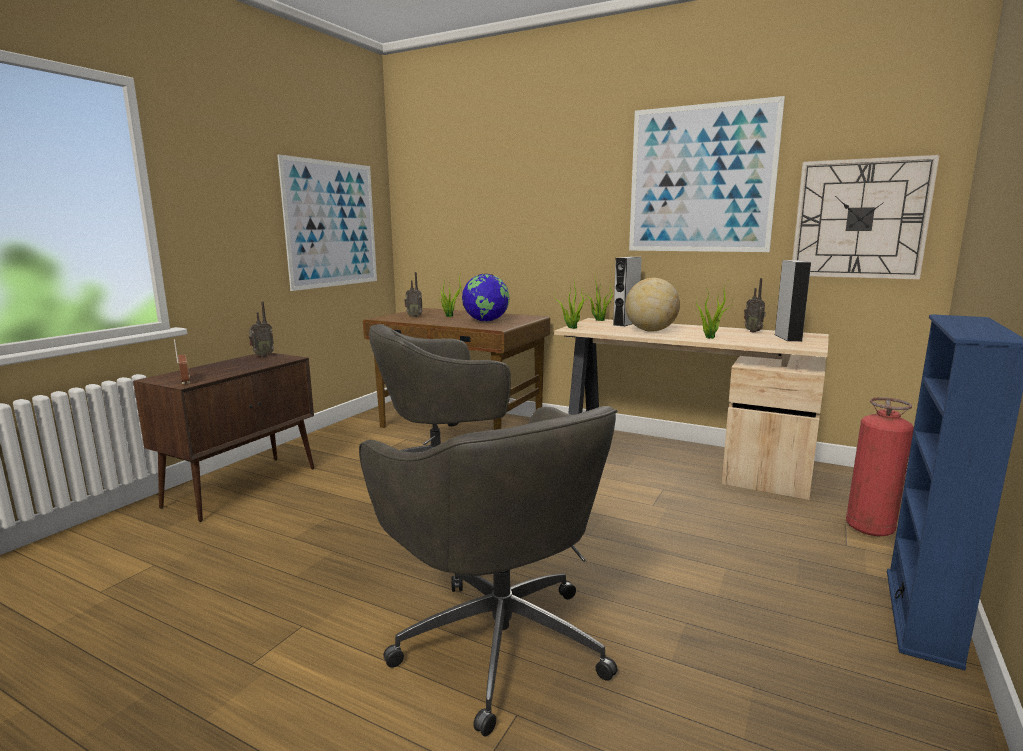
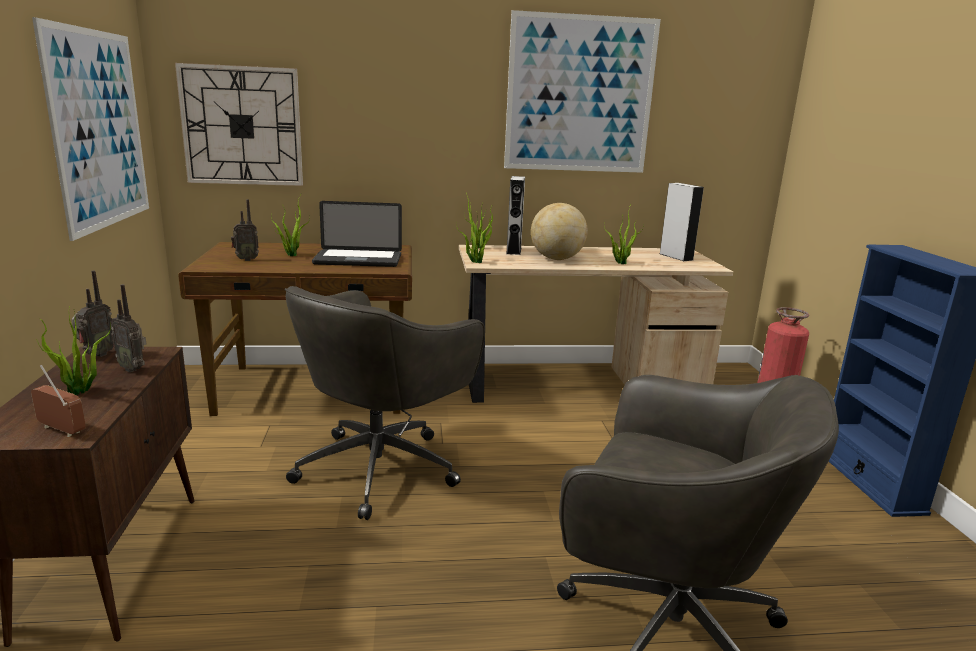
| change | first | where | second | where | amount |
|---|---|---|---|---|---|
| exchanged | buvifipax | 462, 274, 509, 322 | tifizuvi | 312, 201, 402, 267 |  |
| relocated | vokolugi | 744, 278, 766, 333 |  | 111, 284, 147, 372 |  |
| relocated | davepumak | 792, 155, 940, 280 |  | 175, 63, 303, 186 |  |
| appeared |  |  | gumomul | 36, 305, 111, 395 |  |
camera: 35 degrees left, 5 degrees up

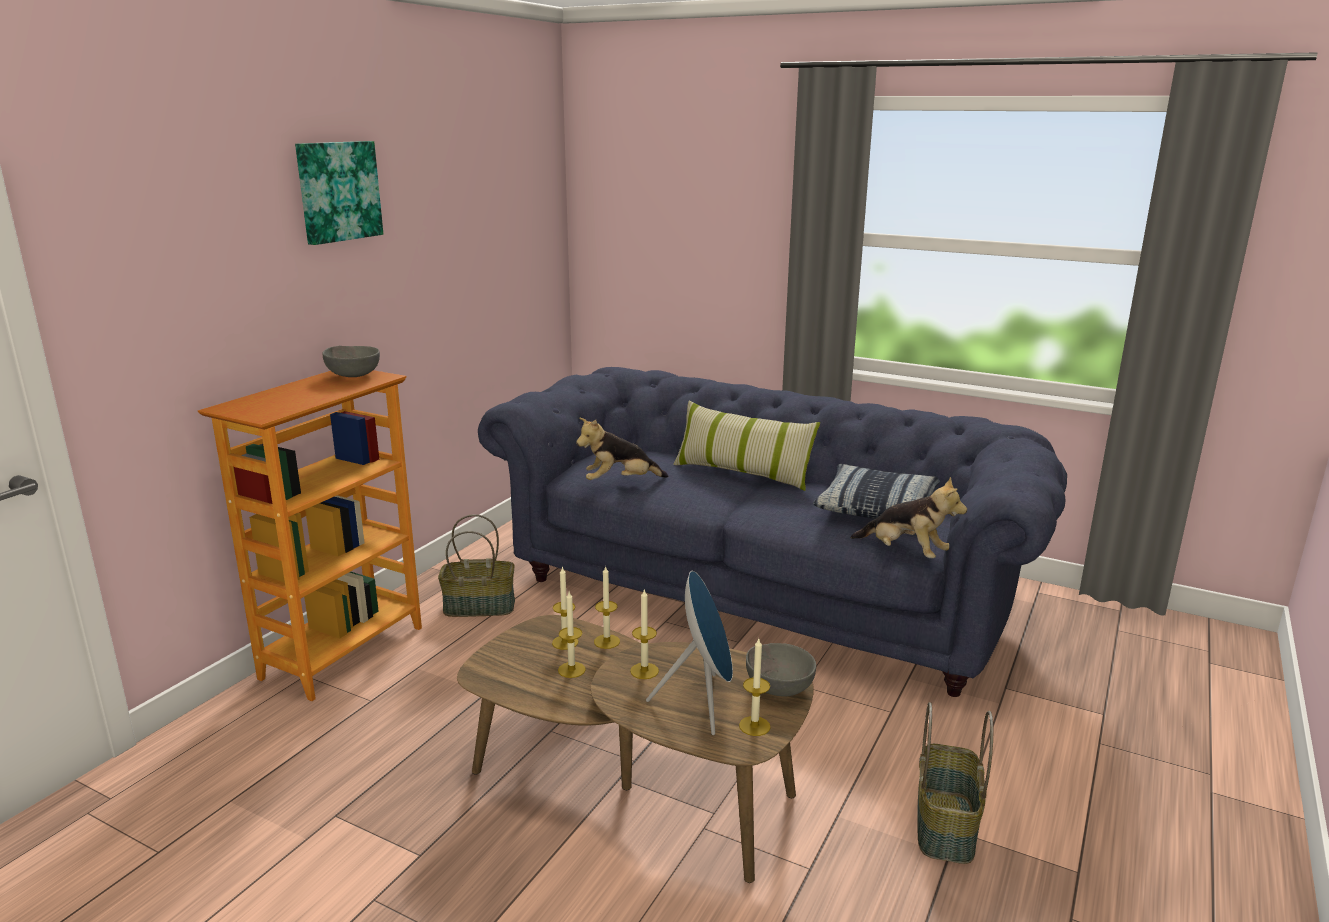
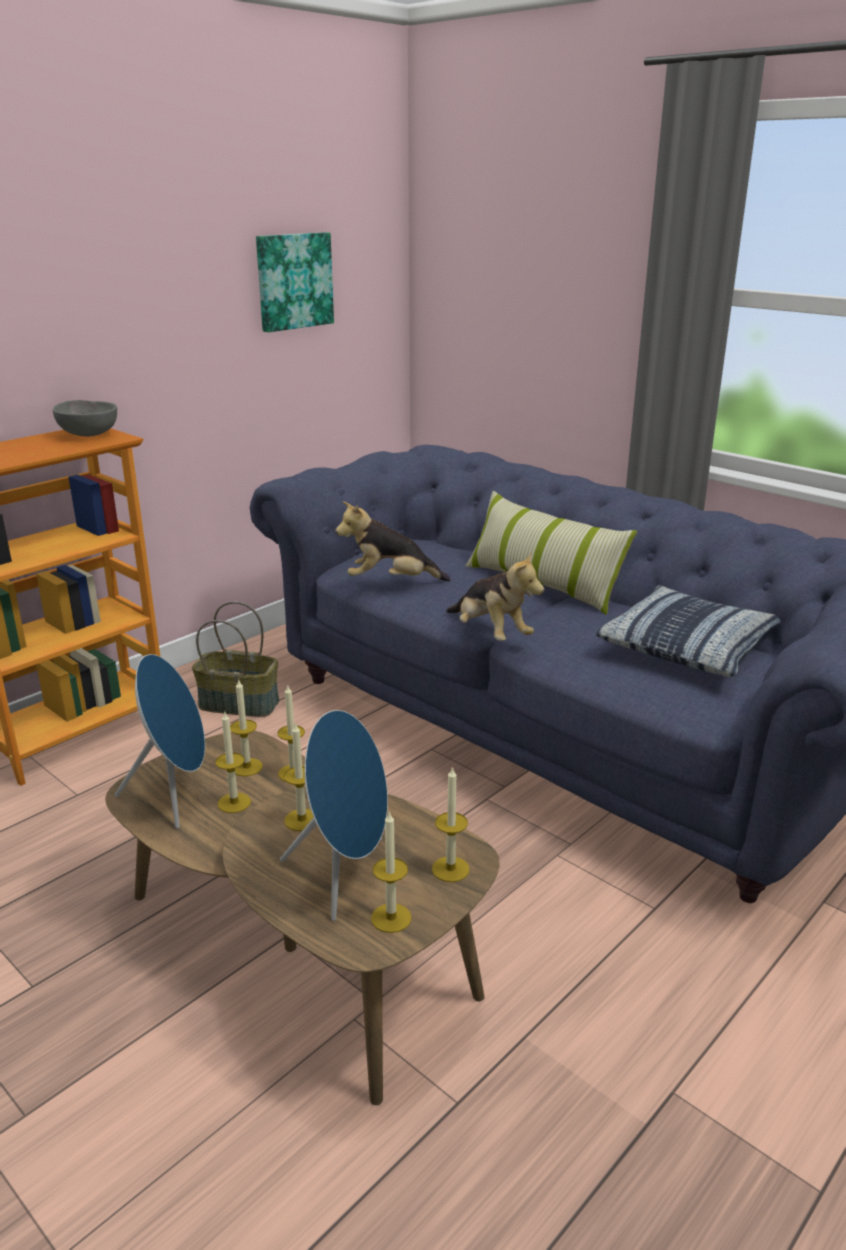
| change | first | where | second | where | amount |
|---|---|---|---|---|---|
| relocated | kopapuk | 295, 141, 383, 245 |  | 256, 232, 334, 332 |  |
| exchanged | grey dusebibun | 746, 643, 816, 697 | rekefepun | 432, 766, 470, 882 |  |
| relocated | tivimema | 850, 477, 967, 558 |  | 446, 551, 544, 641 |  |
| missing | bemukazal | 917, 702, 993, 864 |  |  |  |
| appeared |  |  | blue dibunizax | 115, 654, 205, 829 |  |
camera: 15 degrees right, 5 degrees up

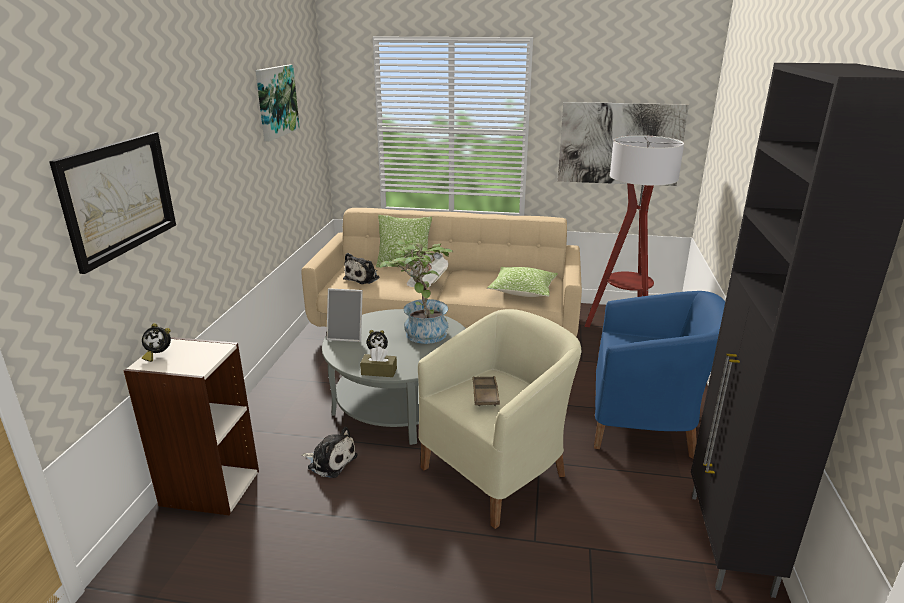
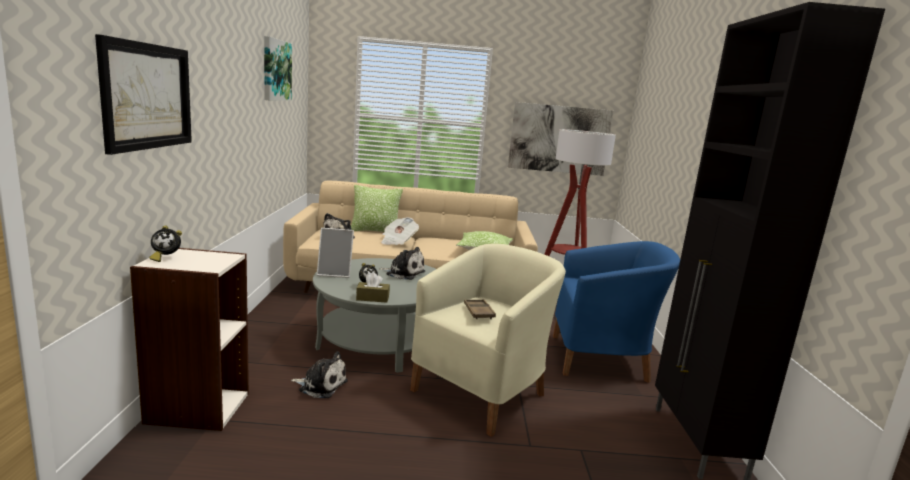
| change | first | where | second | where | amount |
|---|---|---|---|---|---|
| exchanged | gumomul | 380, 239, 453, 344 | tivimema | 380, 247, 425, 280 |  |
camera: 10 degrees left, 10 degrees down

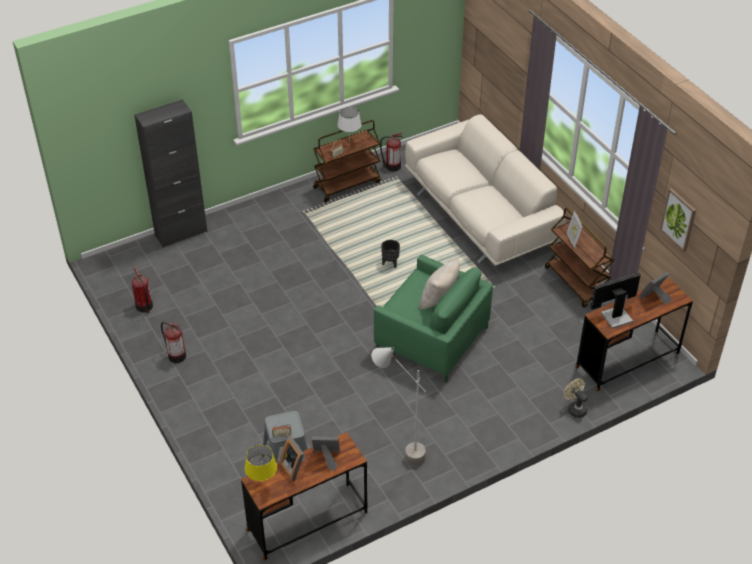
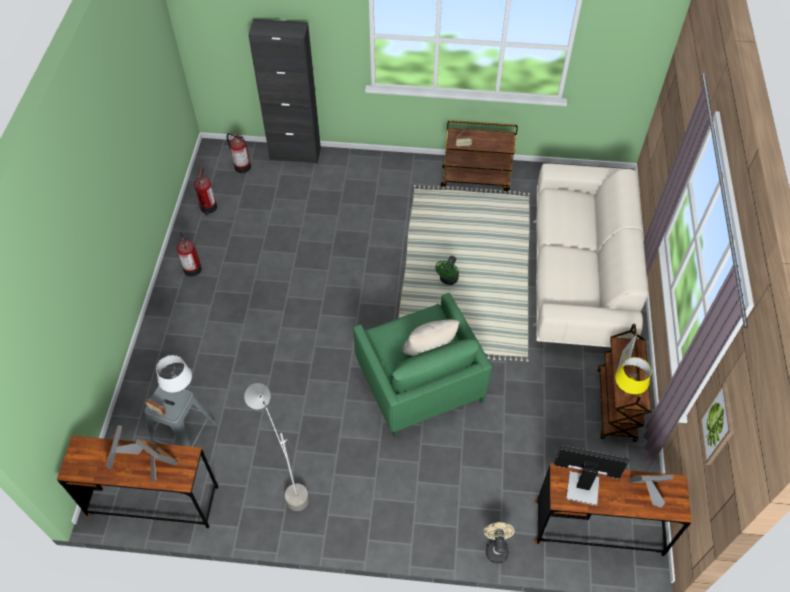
| change | first | where | second | where | amount |
|---|---|---|---|---|---|
| relocated | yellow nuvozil | 245, 445, 277, 484 |  | 615, 357, 651, 394 |  |
| relocated | white nuvozil | 337, 107, 361, 137 |  | 156, 355, 192, 393 |  |
| relocated | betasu | 380, 132, 404, 172 |  | 227, 133, 251, 173 |  |
| exchanged | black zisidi | 381, 240, 400, 268 | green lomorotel | 435, 256, 459, 285 |  |
camera: 35 degrees right, 10 degrees up

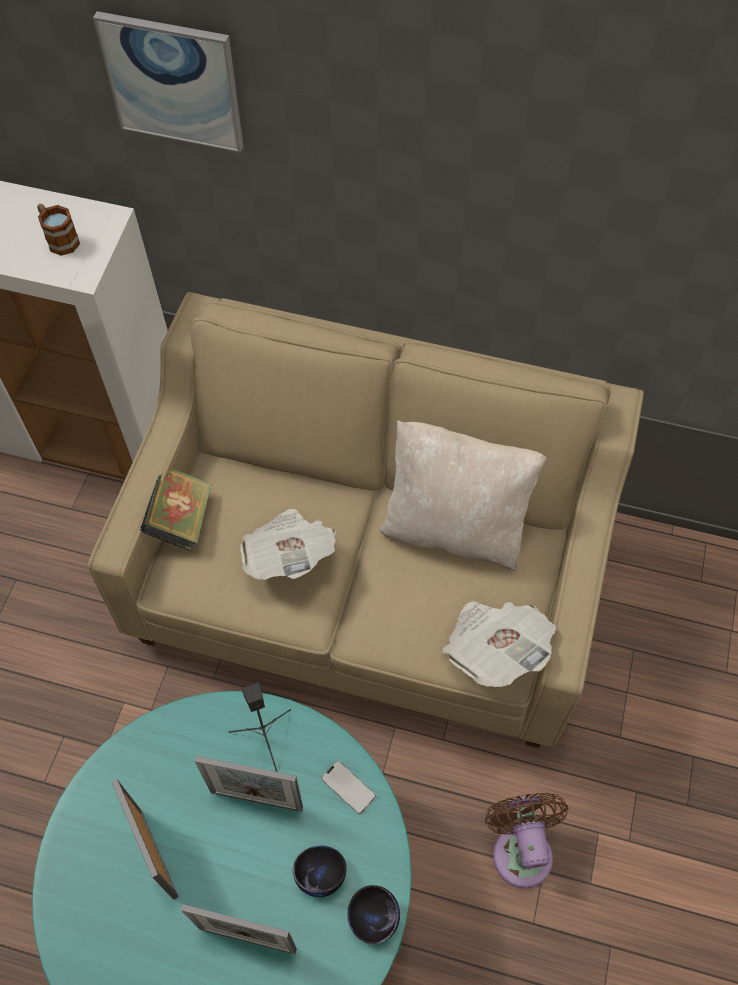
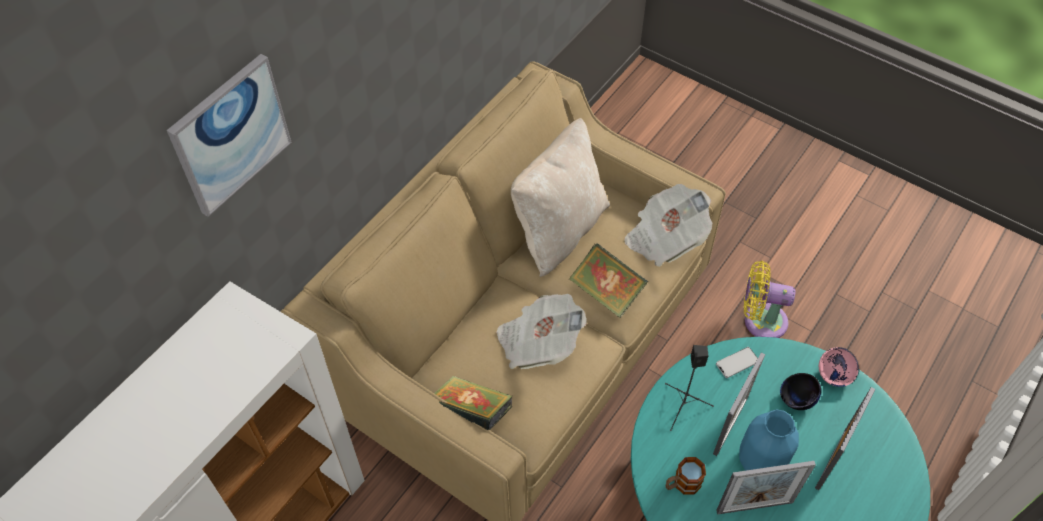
| change | first | where | second | where | amount |
|---|---|---|---|---|---|
| relocated | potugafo | 37, 204, 80, 256 |  | 666, 457, 706, 494 |  |
| colour | black dusebibun | 347, 885, 400, 944 | pink dusebibun | 819, 347, 859, 387 |  |
| colour | brown lomorotel | 484, 793, 569, 888 | yellow lomorotel | 744, 261, 795, 338 |  |
| appeared |  |  | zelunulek | 569, 243, 648, 318 |  |
| appeared |  |  | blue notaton | 739, 410, 799, 471 |  |
camera: 70 degrees left, 5 degrees down

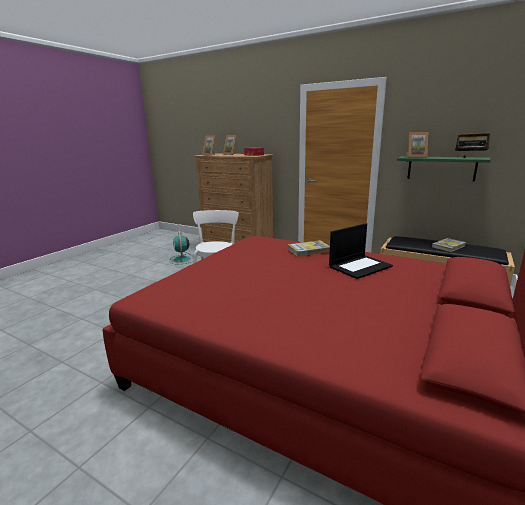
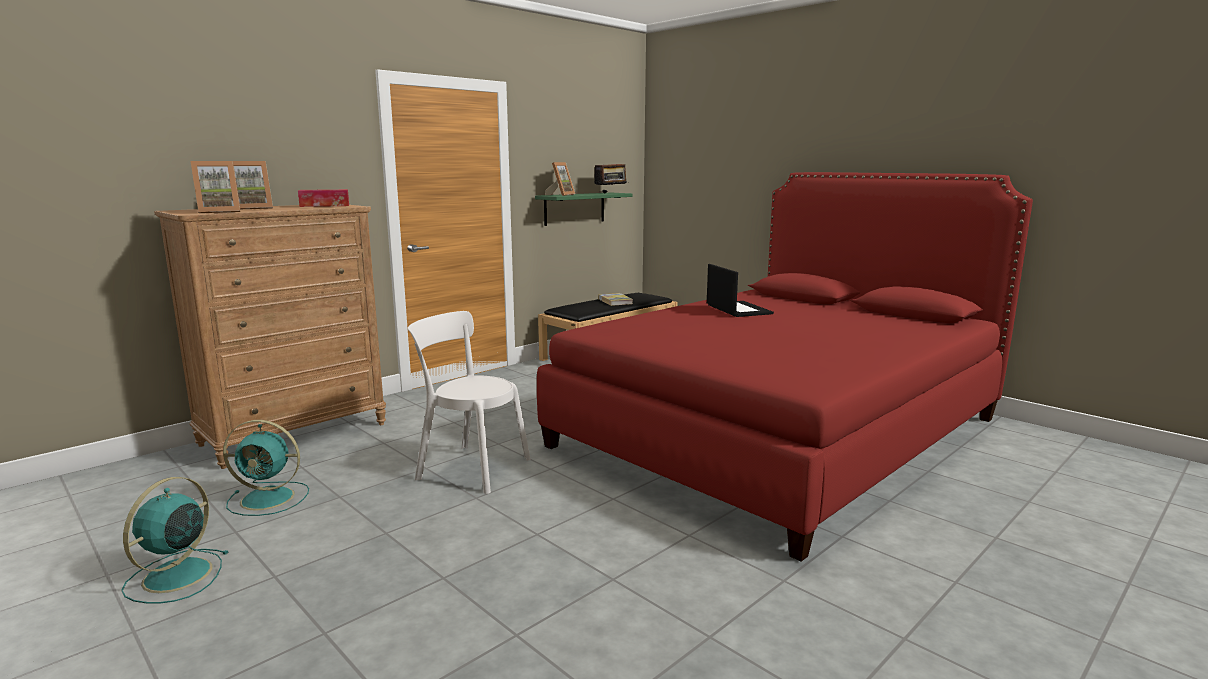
| change | first | where | second | where | amount |
|---|---|---|---|---|---|
| missing | zelunulek | 288, 240, 330, 257 |  |  |  |
| appeared |  |  | turquoise lomorotel | 121, 477, 228, 603 |  |
camera: 75 degrees left, 5 degrees down

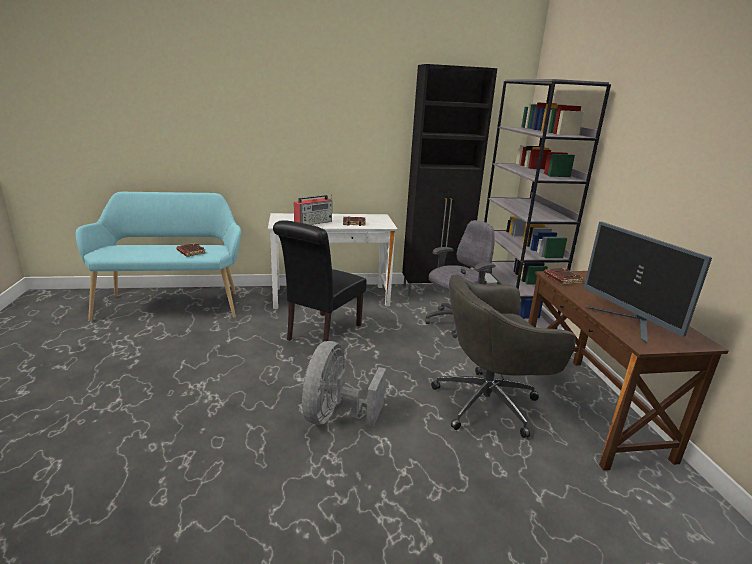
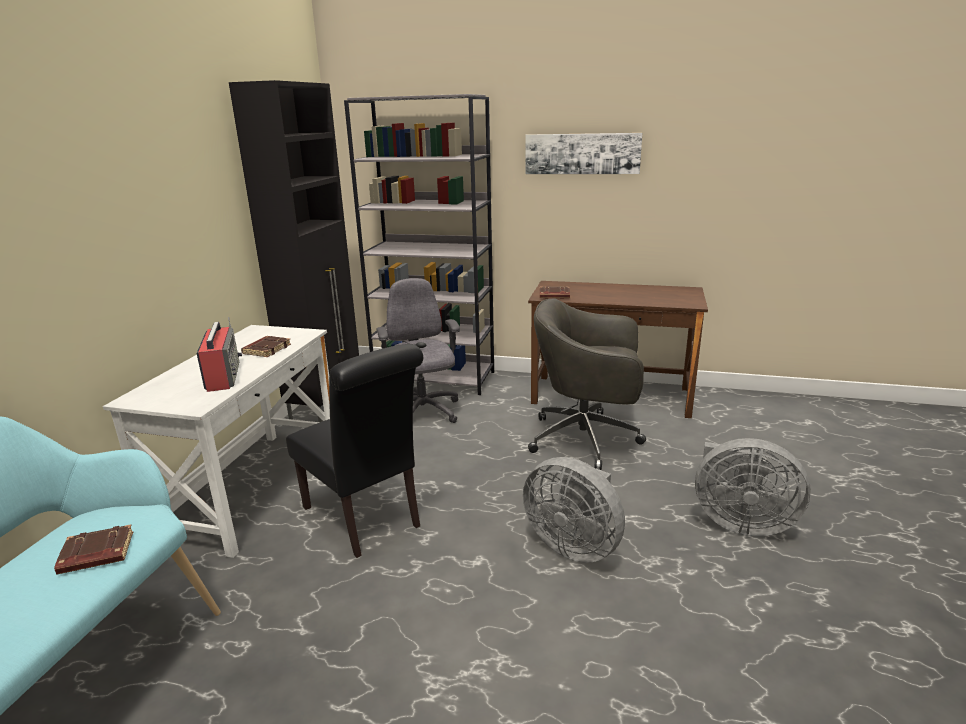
| change | first | where | second | where | amount |
|---|---|---|---|---|---|
| spun | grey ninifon | 431, 275, 576, 438 |  | 528, 299, 646, 470 | 90 degrees clockwise |
| missing | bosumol | 584, 222, 712, 344 |  |  |  |
| appeared |  |  | kopapuk | 525, 133, 642, 174 |  |
| appeared |  |  | grey lomorotel | 695, 438, 811, 536 |  |
camera: 65 degrees left, 0 degrees up

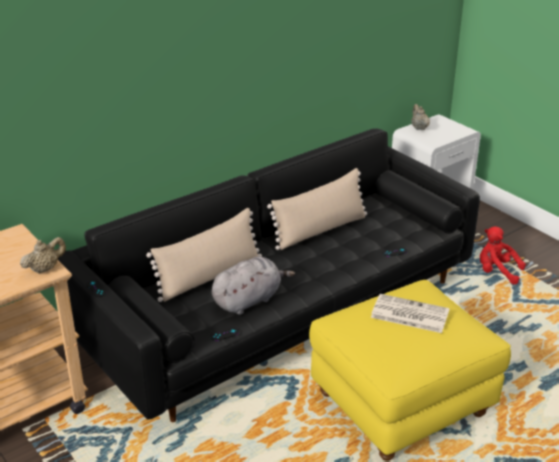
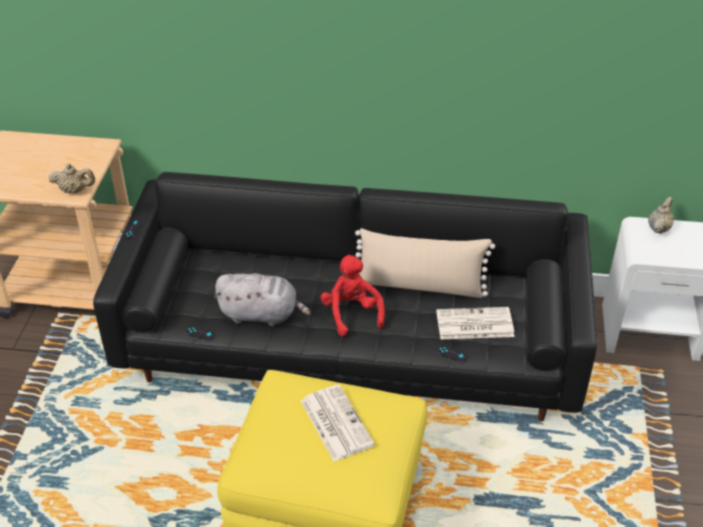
| change | first | where | second | where | amount |
|---|---|---|---|---|---|
| missing | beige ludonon | 146, 208, 262, 302 |  |  |  |
| relocated | red tivimema | 480, 226, 526, 284 |  | 320, 254, 385, 336 |  |
| appeared |  |  | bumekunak | 436, 307, 515, 339 |  |
camera: 45 degrees right, 10 degrees up

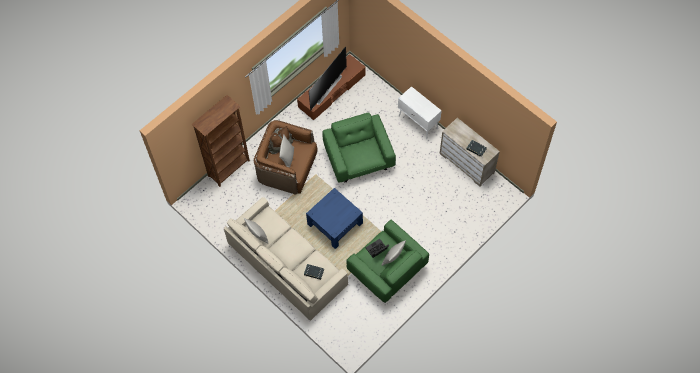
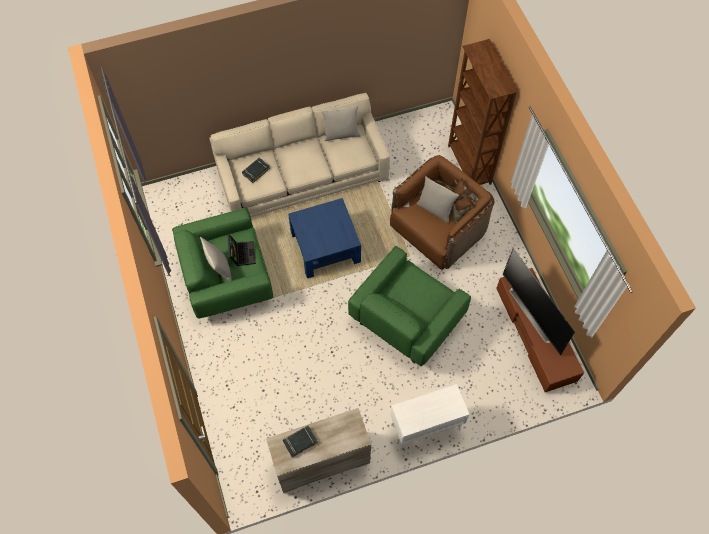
| change | first | where | second | where | amount |
|---|---|---|---|---|---|
| spun | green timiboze | 322, 112, 396, 183 |  | 348, 246, 471, 366 | 120 degrees clockwise |
camera: 115 degrees right, 0 degrees up

